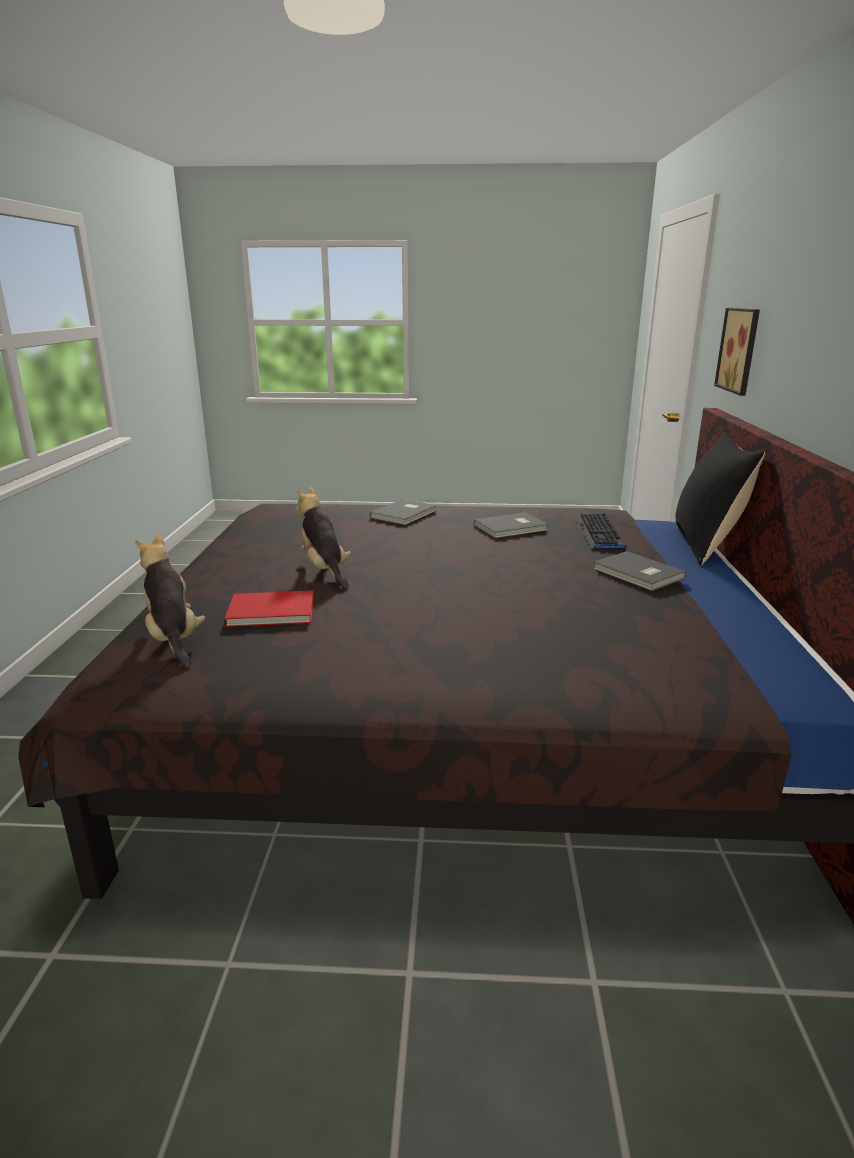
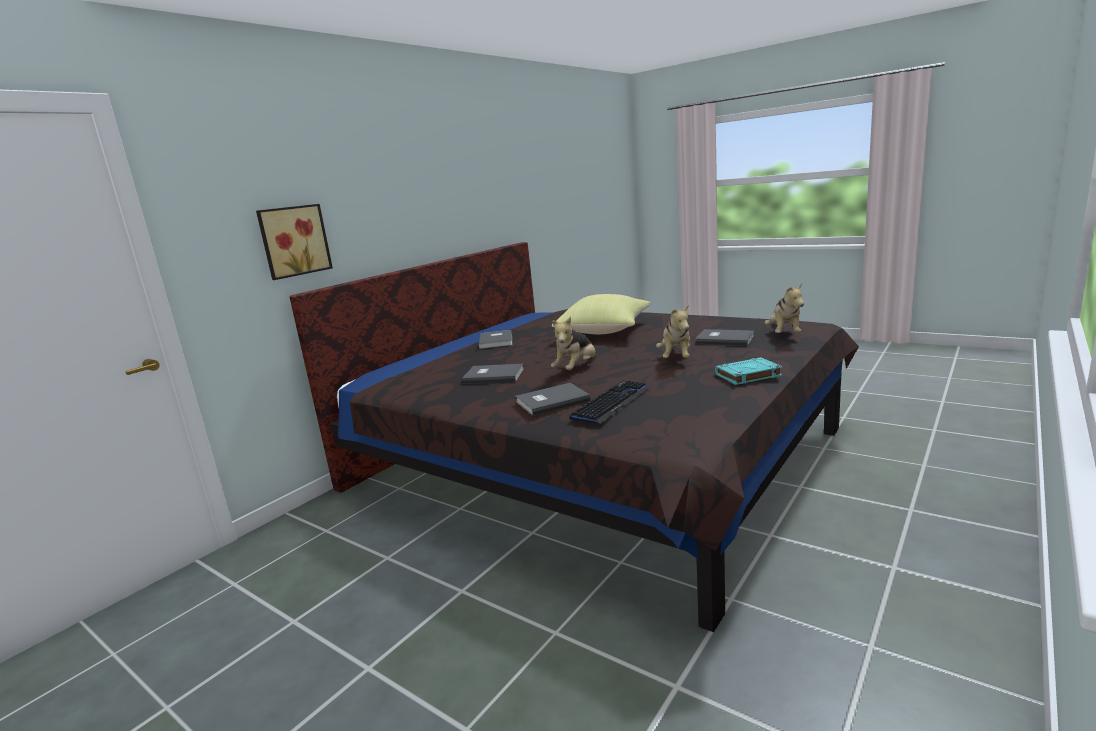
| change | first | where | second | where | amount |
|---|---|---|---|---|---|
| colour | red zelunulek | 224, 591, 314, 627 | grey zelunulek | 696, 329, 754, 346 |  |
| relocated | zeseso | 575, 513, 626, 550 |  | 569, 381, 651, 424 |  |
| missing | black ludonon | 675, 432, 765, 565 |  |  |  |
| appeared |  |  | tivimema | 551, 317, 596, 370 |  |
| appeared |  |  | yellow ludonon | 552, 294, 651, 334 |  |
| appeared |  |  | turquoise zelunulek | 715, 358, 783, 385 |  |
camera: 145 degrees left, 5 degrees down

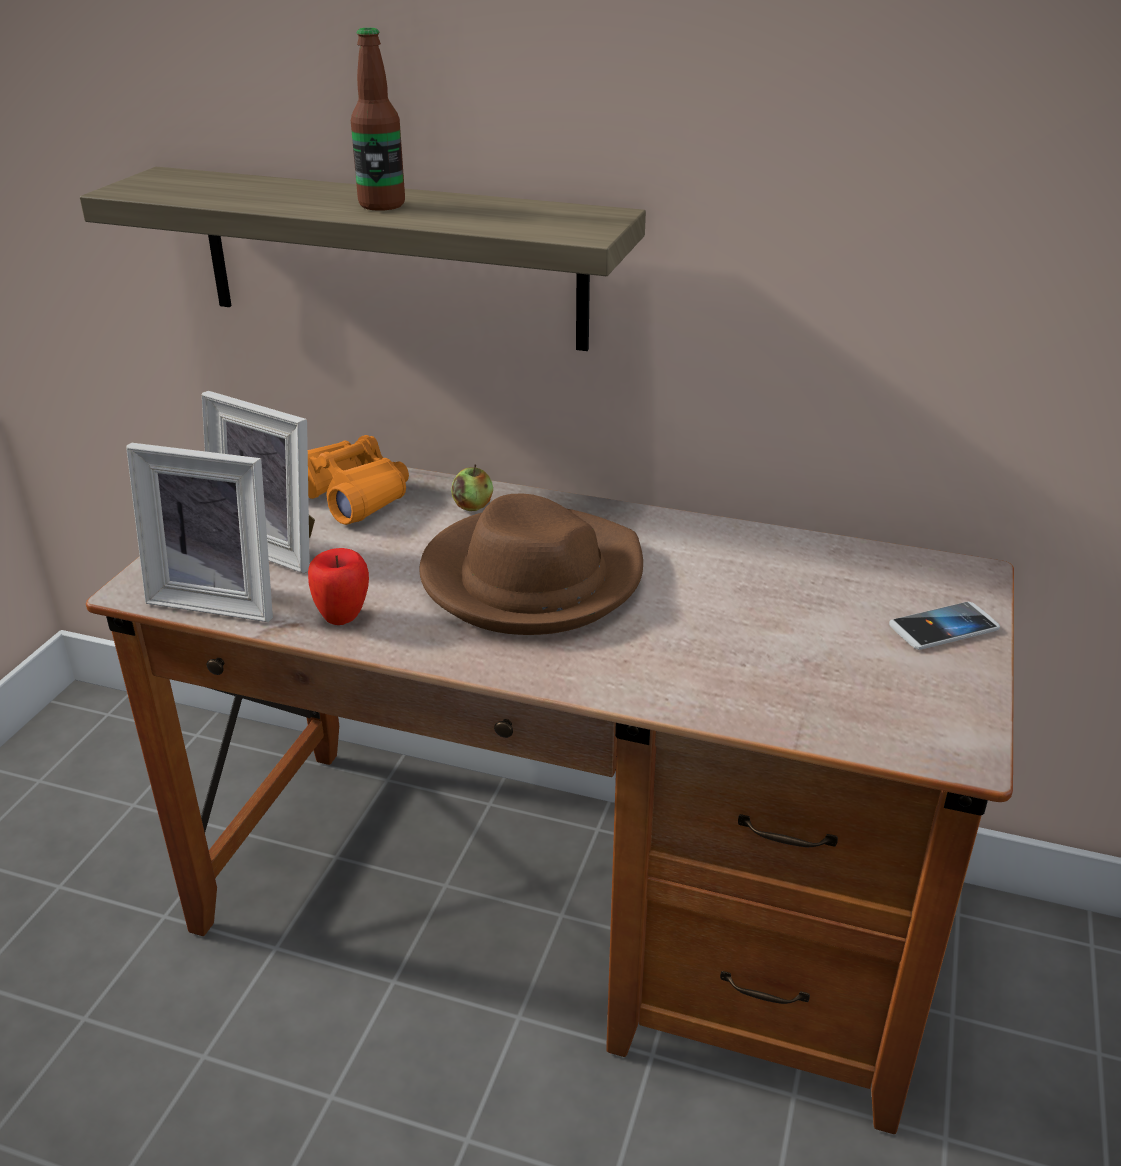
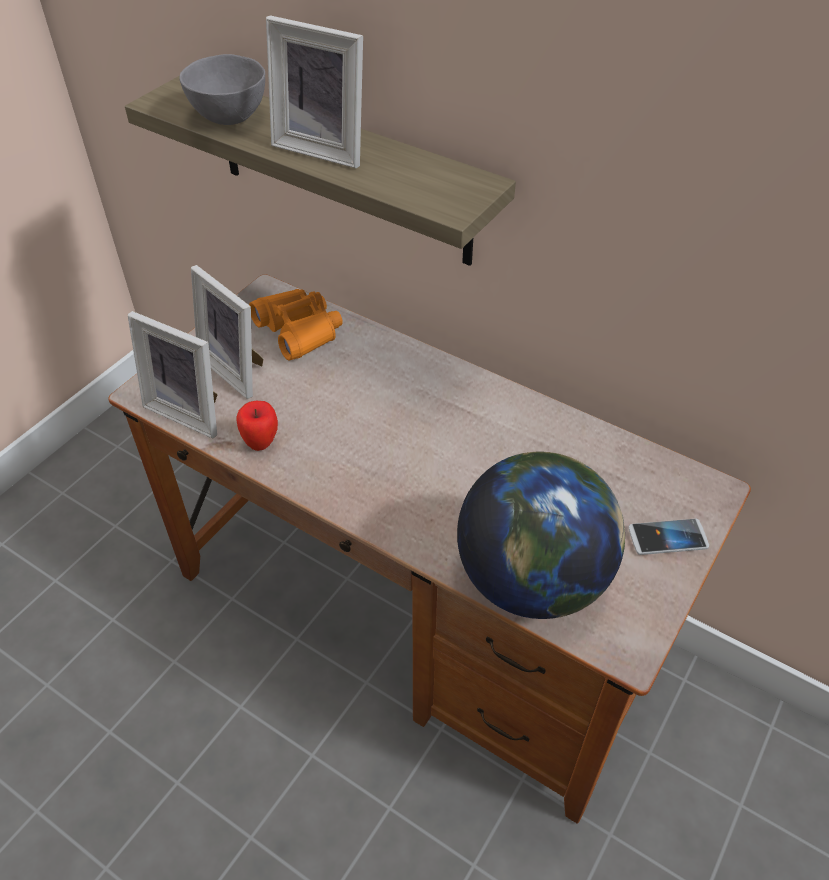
| change | first | where | second | where | amount |
|---|---|---|---|---|---|
| exchanged | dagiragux | 351, 28, 405, 211 | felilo | 266, 15, 363, 168 |  |
| missing | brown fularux | 419, 493, 643, 635 |  |  |  |
| missing | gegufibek | 451, 465, 493, 511 |  |  |  |
| appeared |  |  | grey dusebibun | 179, 54, 265, 125 |  |
| appeared |  |  | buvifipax | 457, 452, 625, 619 |  |
camera: 15 degrees right, 15 degrees up

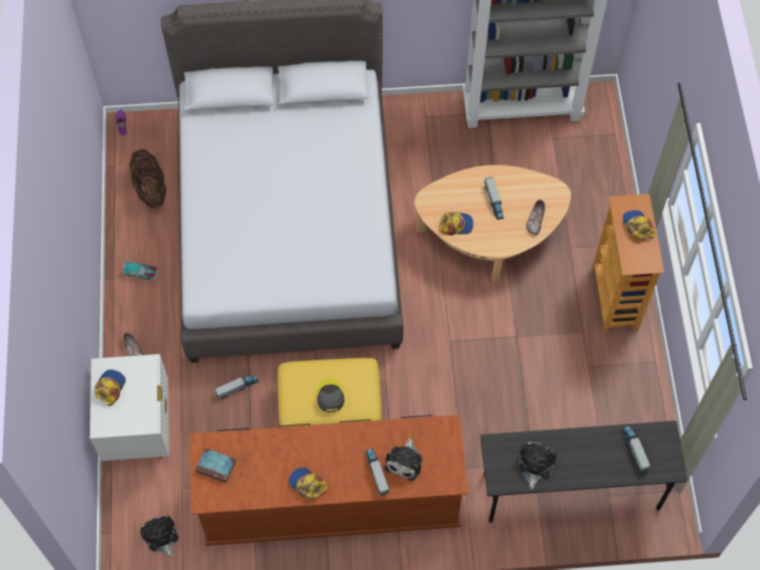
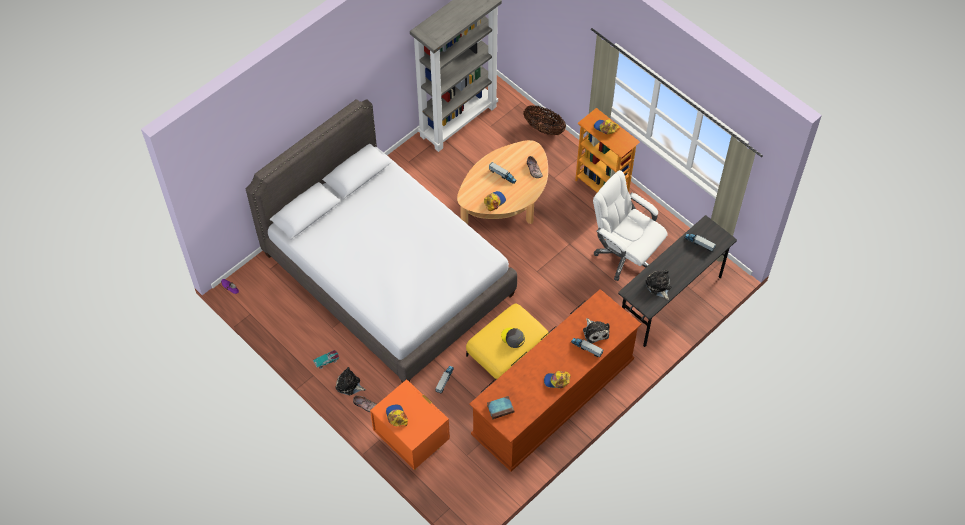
| change | first | where | second | where | amount |
|---|---|---|---|---|---|
| colour | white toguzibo | 90, 354, 169, 462 | orange toguzibo | 370, 379, 450, 470 |  |
| relocated | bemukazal | 129, 149, 166, 208 |  | 523, 105, 566, 135 |  |
| relocated | tivimema | 140, 516, 178, 558 |  | 336, 367, 366, 395 |  |
| appeared |  |  | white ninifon | 593, 170, 668, 281 |  |
camera: 40 degrees left, 5 degrees down

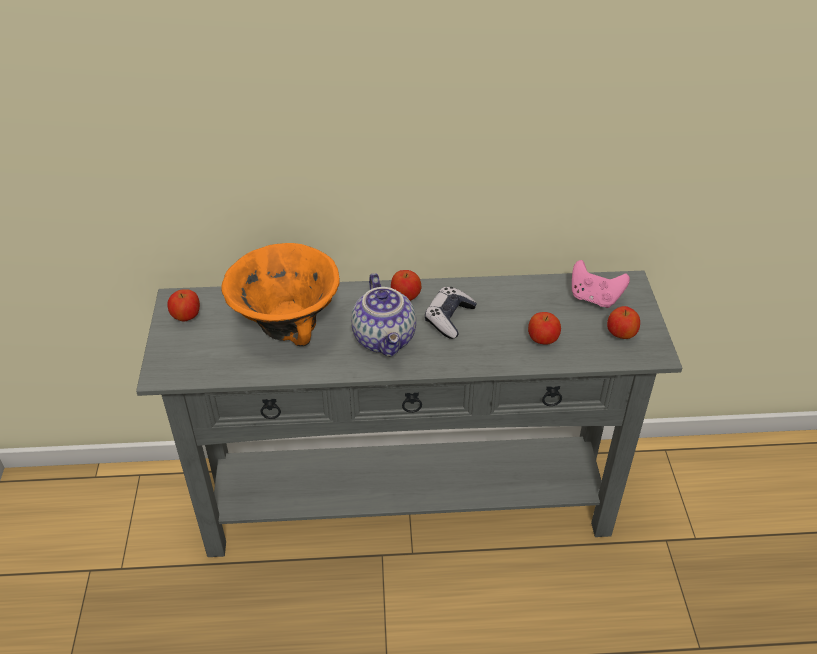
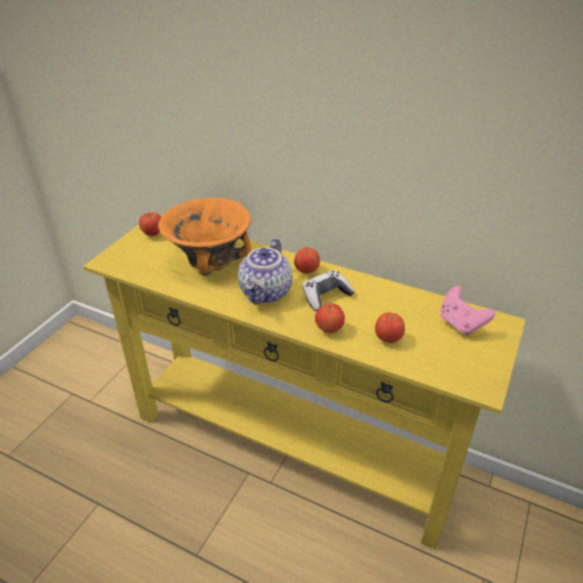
| change | first | where | second | where | amount |
|---|---|---|---|---|---|
| colour | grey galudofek | 136, 271, 682, 557 | yellow galudofek | 83, 215, 526, 550 |  |
| relocated | gegufibek | 607, 306, 640, 339 |  | 315, 304, 345, 333 |  |
camera: 30 degrees right, 5 degrees down

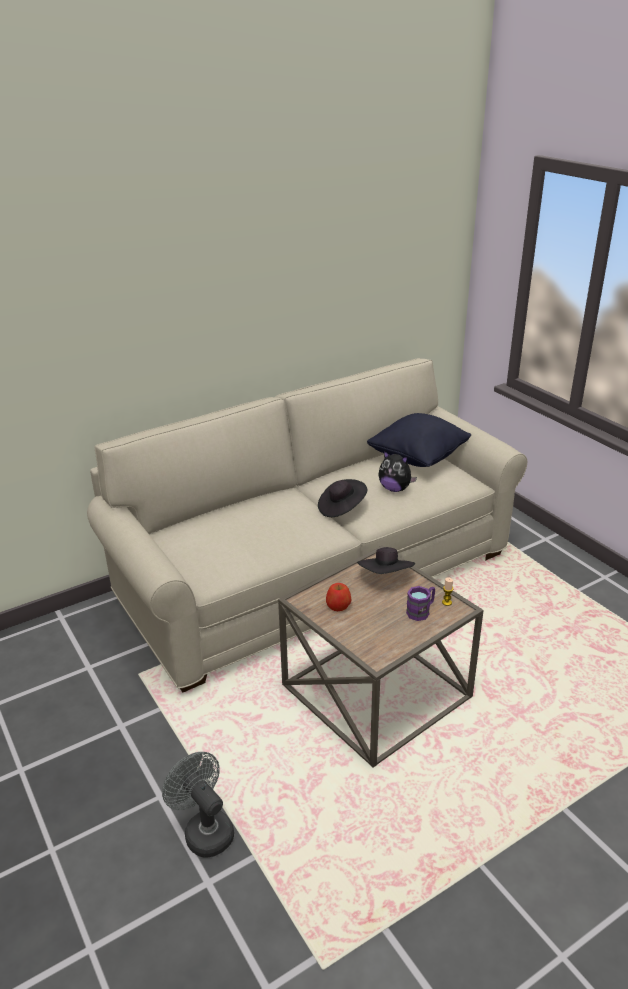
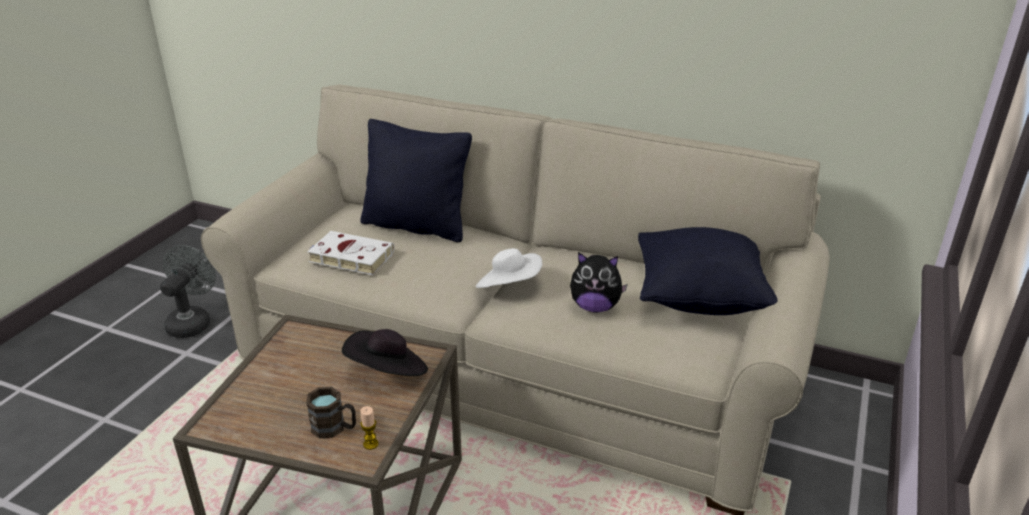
| change | first | where | second | where | amount |
|---|---|---|---|---|---|
| relocated | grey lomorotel | 162, 752, 234, 858 |  | 160, 245, 216, 338 |  |
| colour | black fularux | 318, 479, 367, 517 | white fularux | 476, 248, 542, 288 |  |
| missing | gegufibek | 326, 583, 351, 611 |  |  |  |
| spun | tivimema | 378, 451, 417, 492 |  | 570, 252, 628, 312 | 75 degrees counterclockwise |
| colour | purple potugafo | 406, 586, 435, 621 | brown potugafo | 306, 387, 356, 438 |  |
| appeared |  |  | white zelunulek | 307, 231, 394, 275 |  |
| appeared |  |  | black ludonon | 360, 119, 472, 242 |  |
camera: 55 degrees right, 0 degrees up

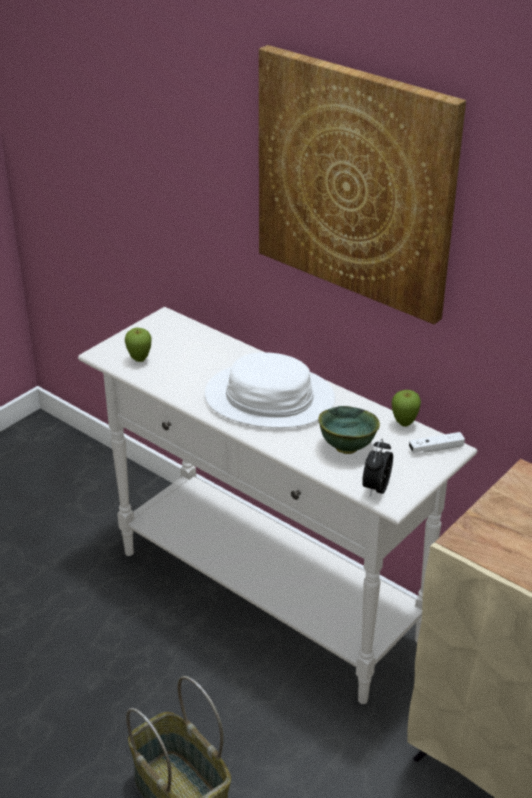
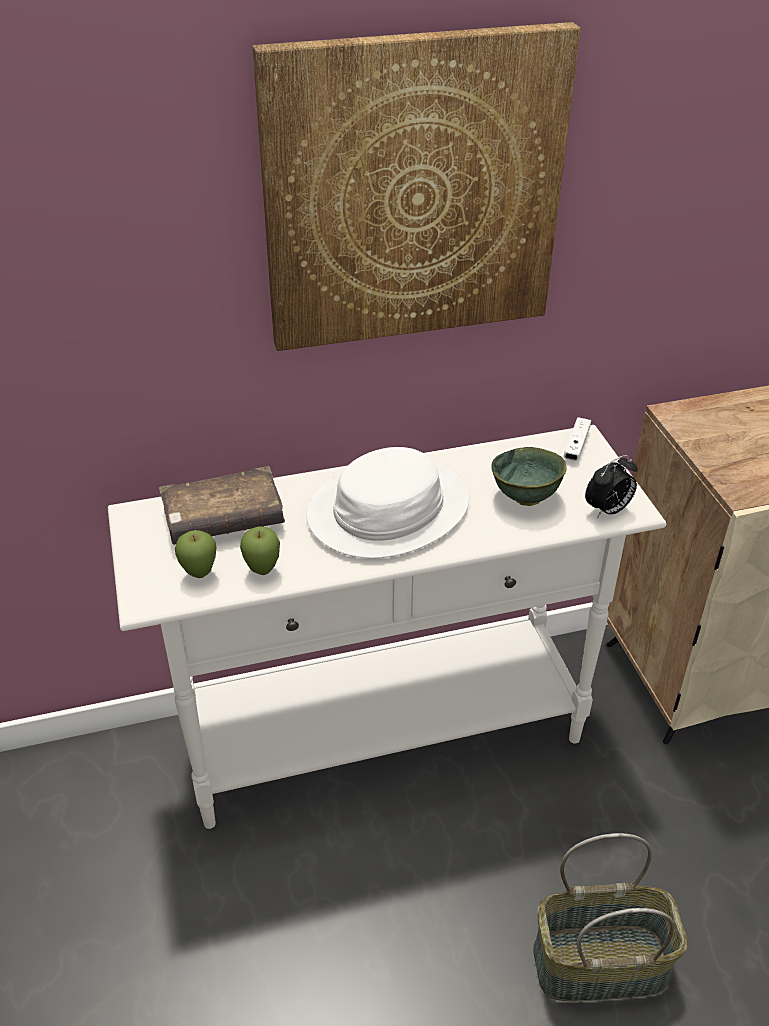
| change | first | where | second | where | amount |
|---|---|---|---|---|---|
| spun | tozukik | 362, 439, 393, 497 |  | 585, 455, 638, 518 | 90 degrees counterclockwise |
| relocated | gegufibek | 392, 390, 421, 427 |  | 240, 527, 280, 575 |  |
| appeared |  |  | brown zelunulek | 159, 466, 285, 545 |  |
camera: 55 degrees left, 5 degrees up

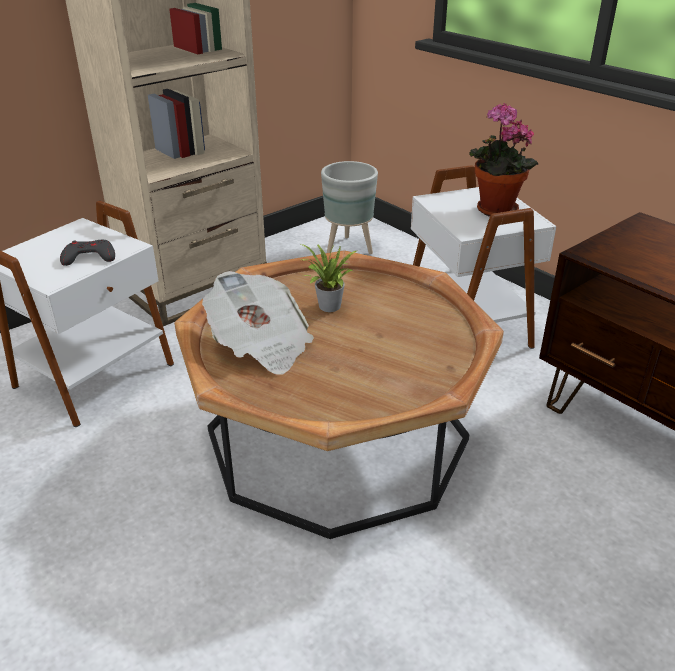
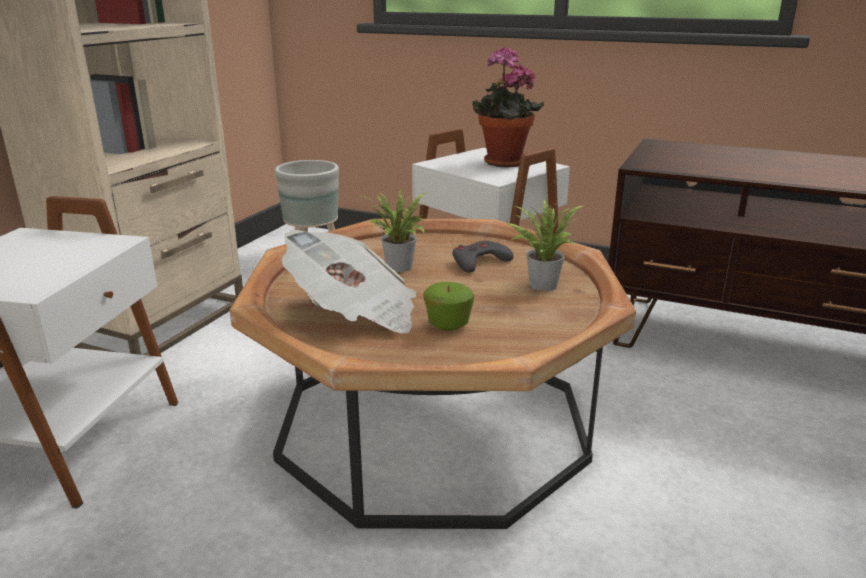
| change | first | where | second | where | amount |
|---|---|---|---|---|---|
| relocated | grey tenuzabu | 60, 239, 115, 266 |  | 452, 241, 514, 273 |  |
| appeared |  |  | gegufibek | 424, 282, 474, 331 |  |
| appeared |  |  | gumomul | 504, 200, 585, 291 |  |
camera: 25 degrees left, 10 degrees down

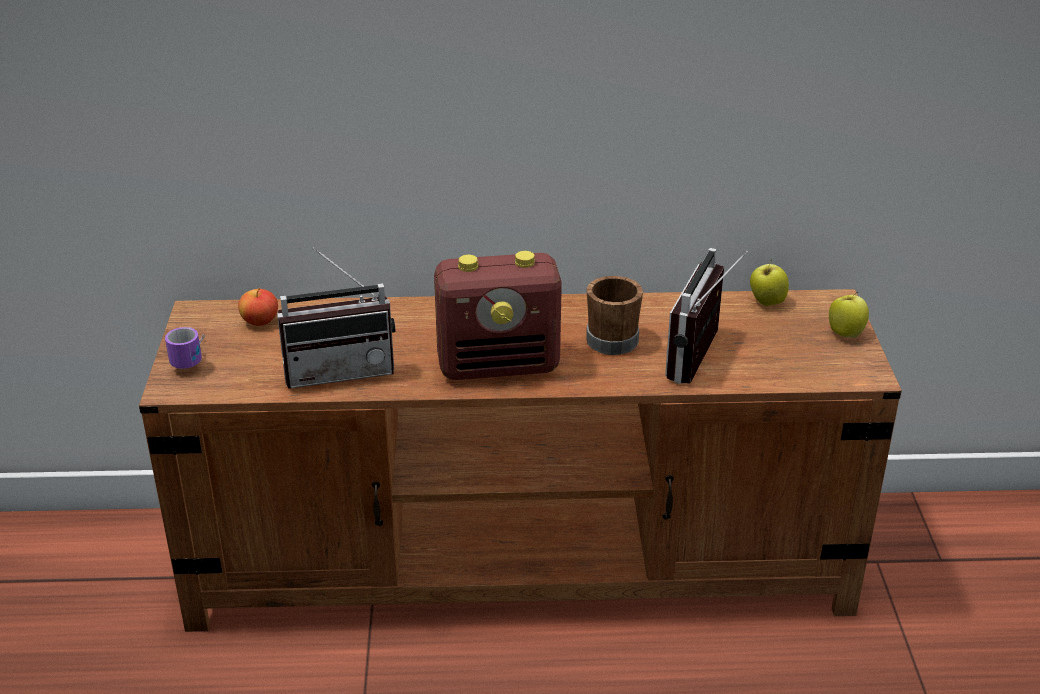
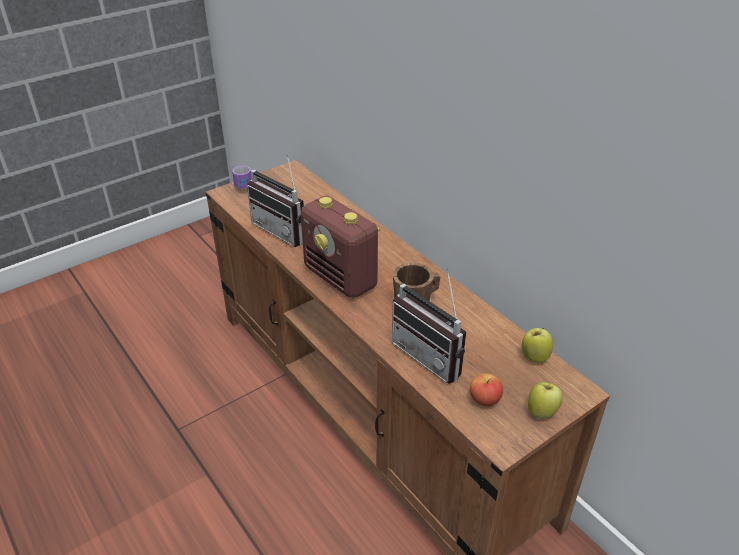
| change | first | where | second | where | amount |
|---|---|---|---|---|---|
| relocated | gegufibek | 238, 288, 278, 326 |  | 470, 374, 503, 406 |  |
| spun | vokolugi | 665, 248, 748, 384 |  | 392, 268, 466, 384 | 120 degrees counterclockwise |
camera: 55 degrees right, 5 degrees up

